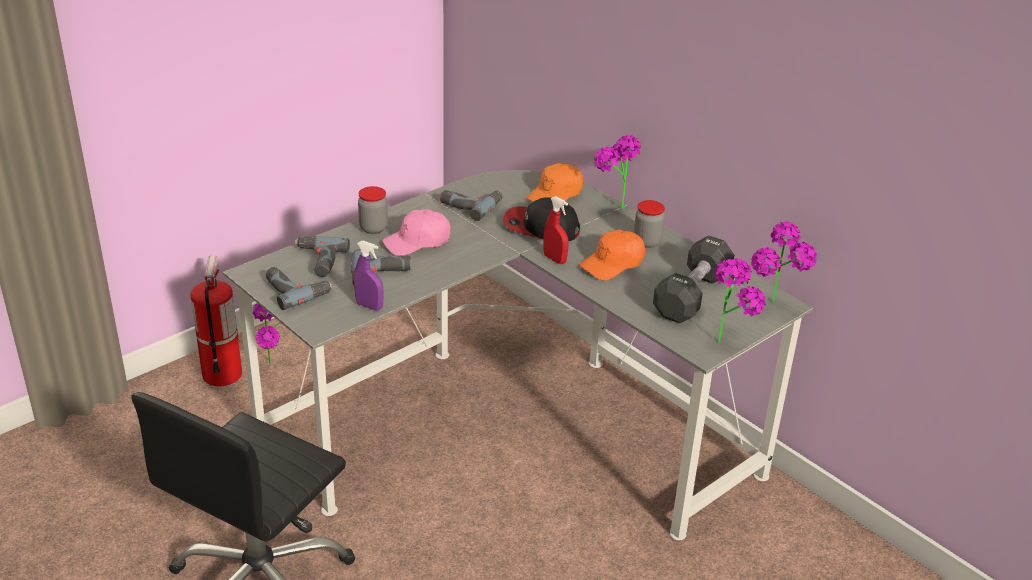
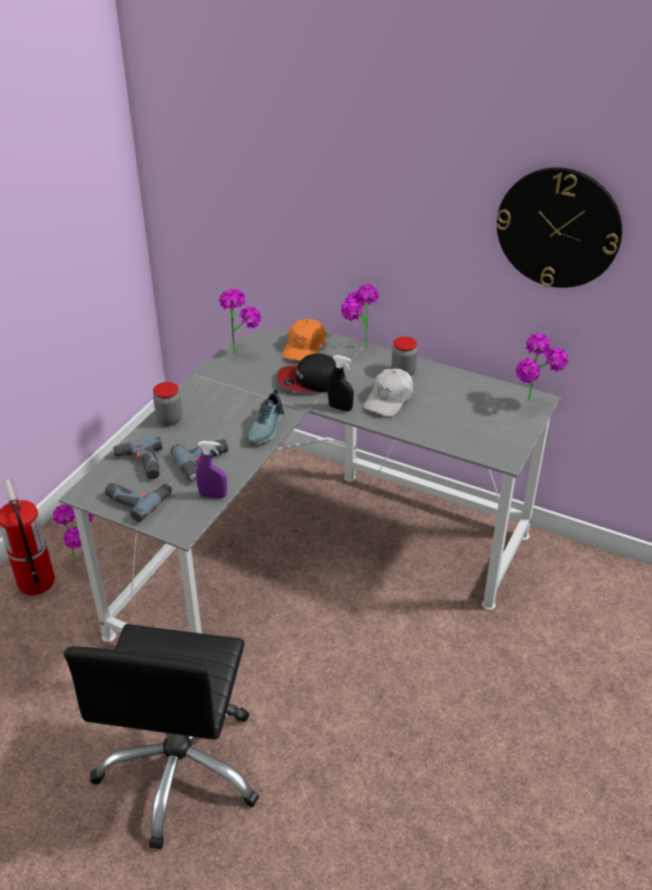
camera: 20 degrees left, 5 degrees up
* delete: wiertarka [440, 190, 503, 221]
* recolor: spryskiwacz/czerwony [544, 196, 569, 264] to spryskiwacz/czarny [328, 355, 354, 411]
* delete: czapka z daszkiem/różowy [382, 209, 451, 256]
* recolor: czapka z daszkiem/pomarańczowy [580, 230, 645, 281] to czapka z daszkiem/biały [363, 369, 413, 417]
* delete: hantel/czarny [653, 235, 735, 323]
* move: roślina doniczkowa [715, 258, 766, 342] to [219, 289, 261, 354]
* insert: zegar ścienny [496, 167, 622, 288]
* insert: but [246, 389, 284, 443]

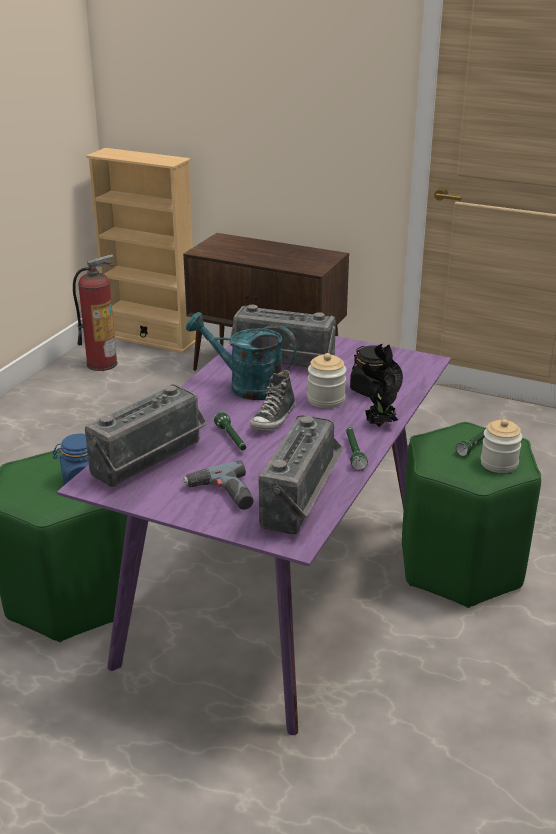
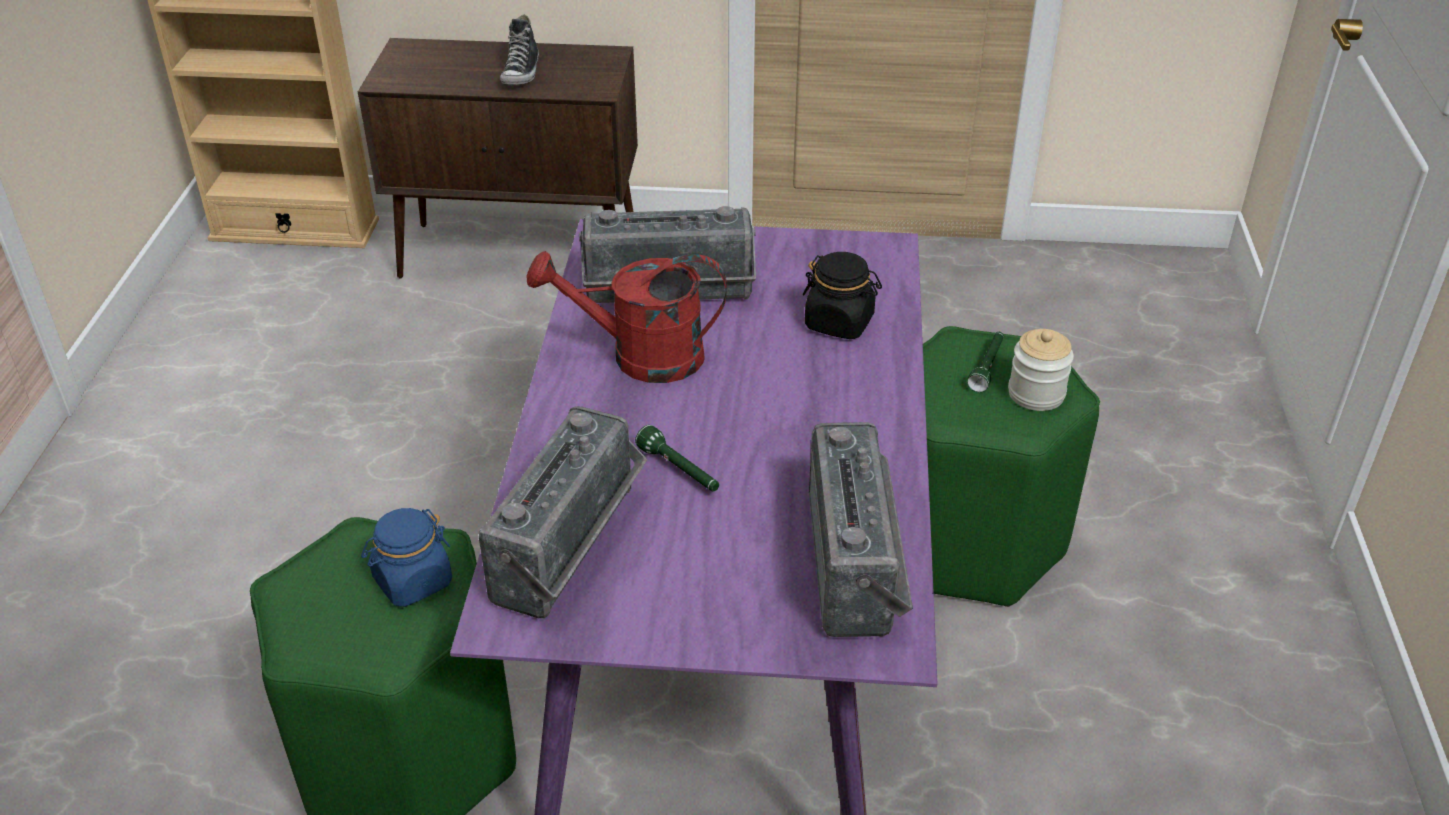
camera: 20 degrees left, 10 degrees up
* delete: gaśnica [73, 254, 117, 371]
* recolor: konewka/turkusowy [186, 312, 297, 400] to konewka/czerwony [527, 251, 727, 383]
* delete: roślina doniczkowa [362, 344, 403, 427]
* delete: słoik [307, 353, 346, 408]
* move: but [250, 370, 295, 431] to [500, 15, 539, 86]
* delete: latarka/zielony [346, 428, 368, 470]
* delete: wiertarka [183, 460, 254, 510]

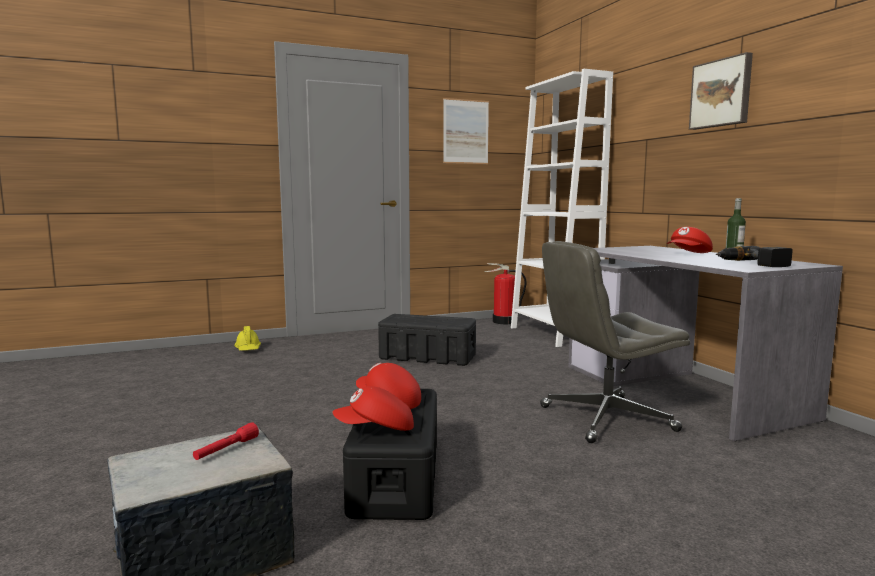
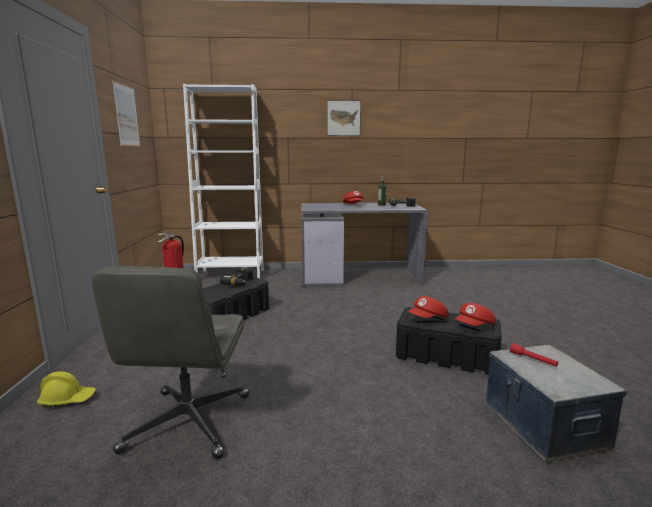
camera: 70 degrees left, 5 degrees up
* move: krzesło biurowe/szary [540, 241, 690, 443] to [92, 266, 249, 459]
* rotate: czapka z daszkiem/czerwony [333, 386, 414, 431] = [455, 303, 496, 326] 45 degrees clockwise
* insert: wiertarka [219, 268, 253, 285]

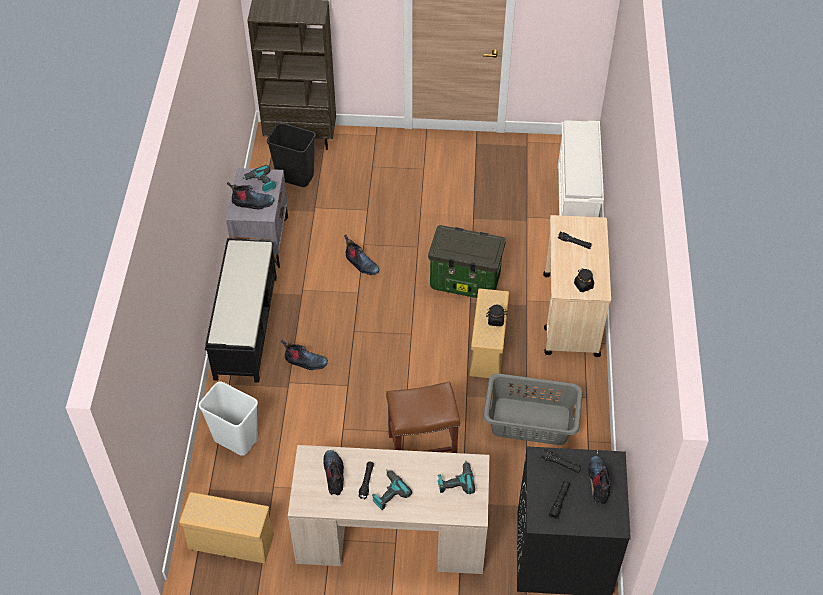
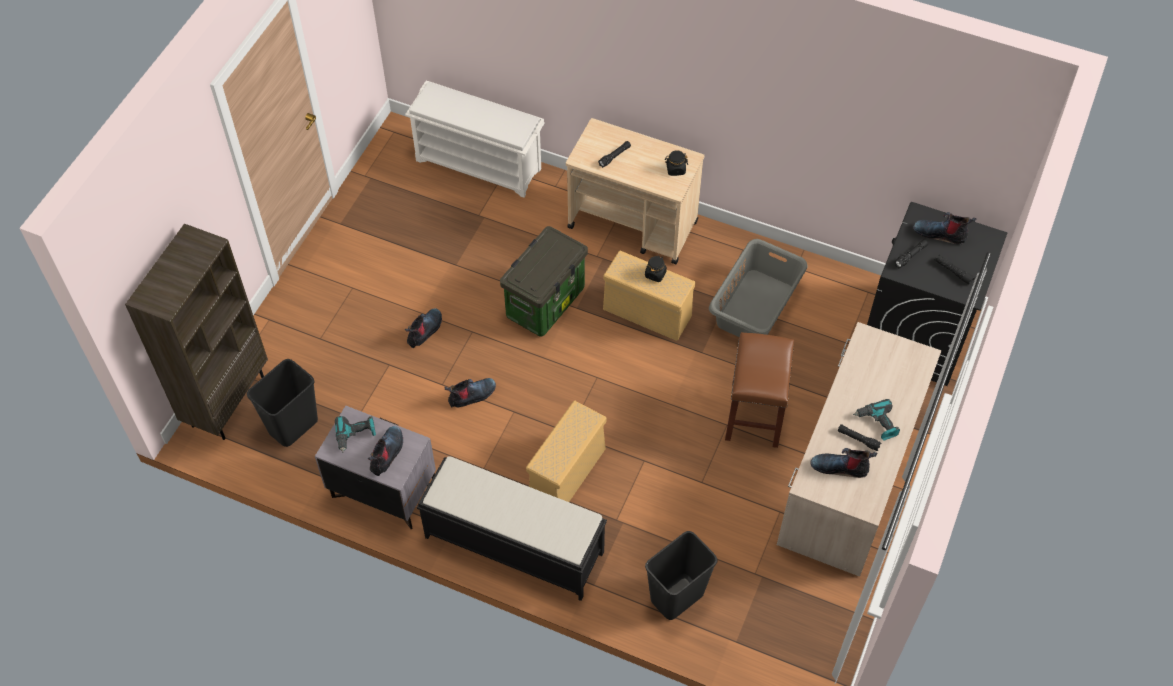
camera: 70 degrees left, 5 degrees up
* move: but z cholewką [281, 339, 328, 370] to [405, 308, 442, 348]
* recolor: kosz na śmieci/biały [199, 381, 258, 456] to kosz na śmieci/czarny [645, 531, 717, 620]
* delete: wiertarka [438, 460, 475, 494]
* move: pojemnik do przechowywania/beżowy [179, 492, 274, 563] to [526, 401, 606, 502]

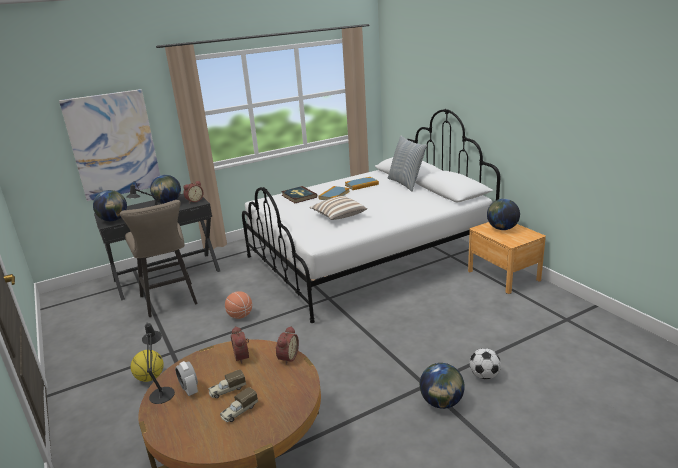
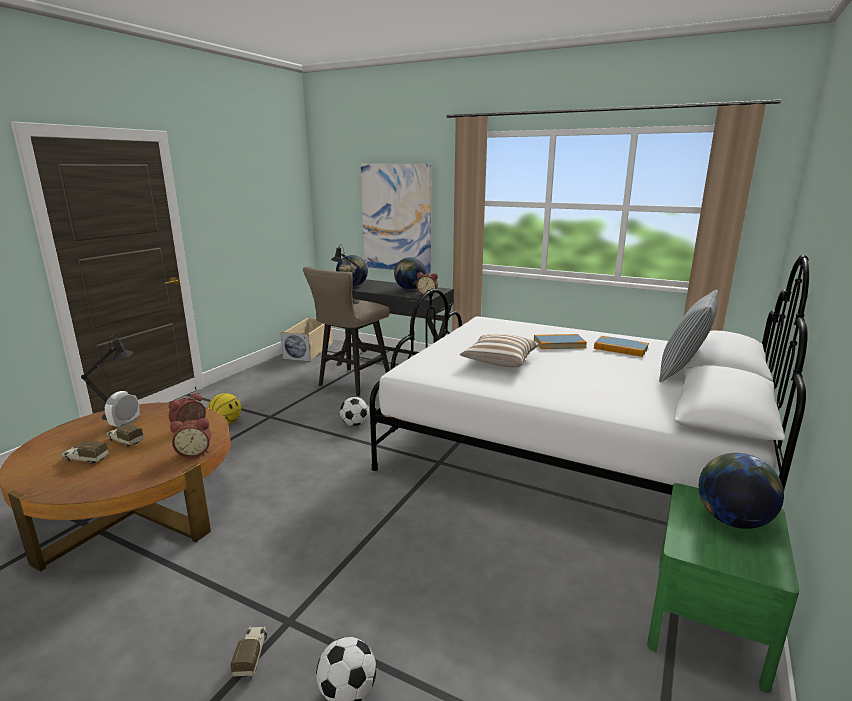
camera: 55 degrees right, 5 degrees down
* delete: książka [281, 186, 317, 203]
* recolor: szafka nocna/brązowy [468, 222, 546, 294] to szafka nocna/zielony [647, 483, 799, 693]
* replace: piłka do koszykówki [225, 291, 252, 319] to piłka futbolowa [340, 397, 369, 426]
* replace: globus [420, 363, 465, 409] to ciężarówka zabawkowa [230, 626, 267, 679]
* insert: pojemnik do przechowywania/beżowy [281, 318, 333, 361]

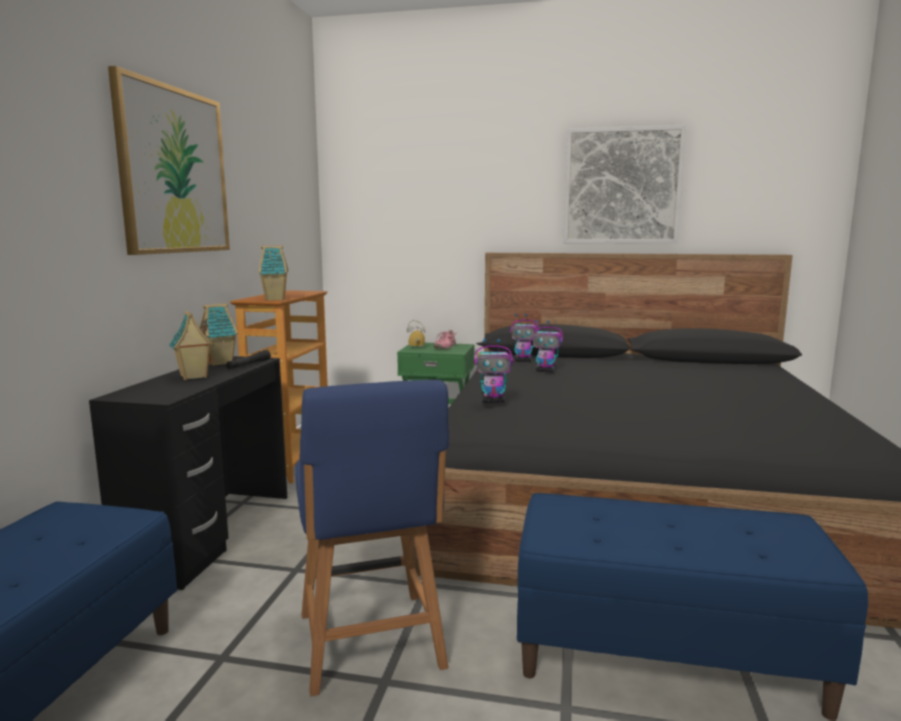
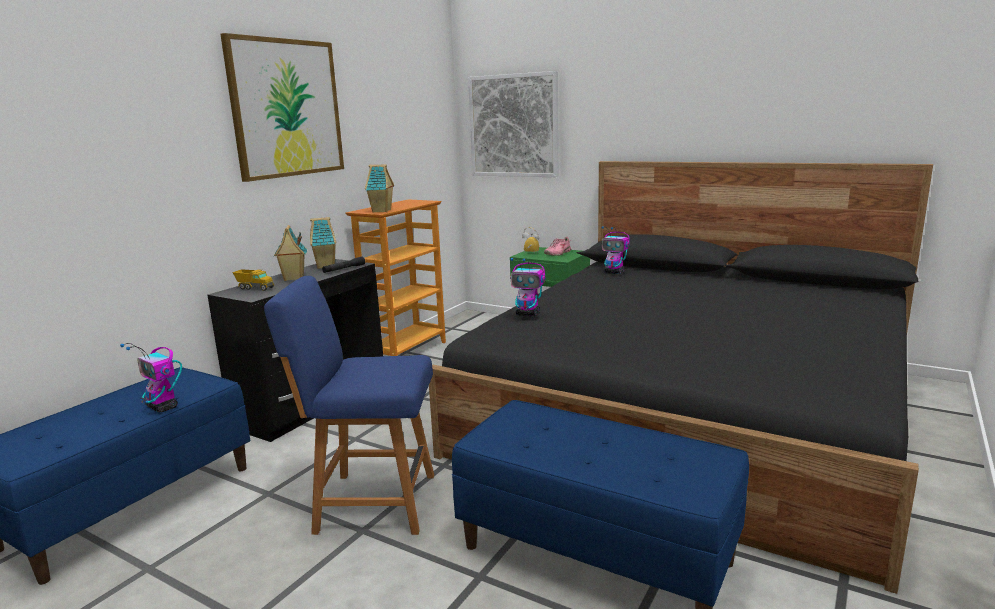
camera: 20 degrees right, 5 degrees up
* move: obraz [563, 125, 686, 244] to [468, 71, 559, 177]
* move: robot zabawkowy [532, 320, 563, 373] to [120, 343, 182, 412]
* rotate: krzesło/niebieski [295, 380, 449, 696] = [264, 276, 434, 535] 90 degrees clockwise
* insert: ciężarówka zabawkowa [233, 269, 274, 291]

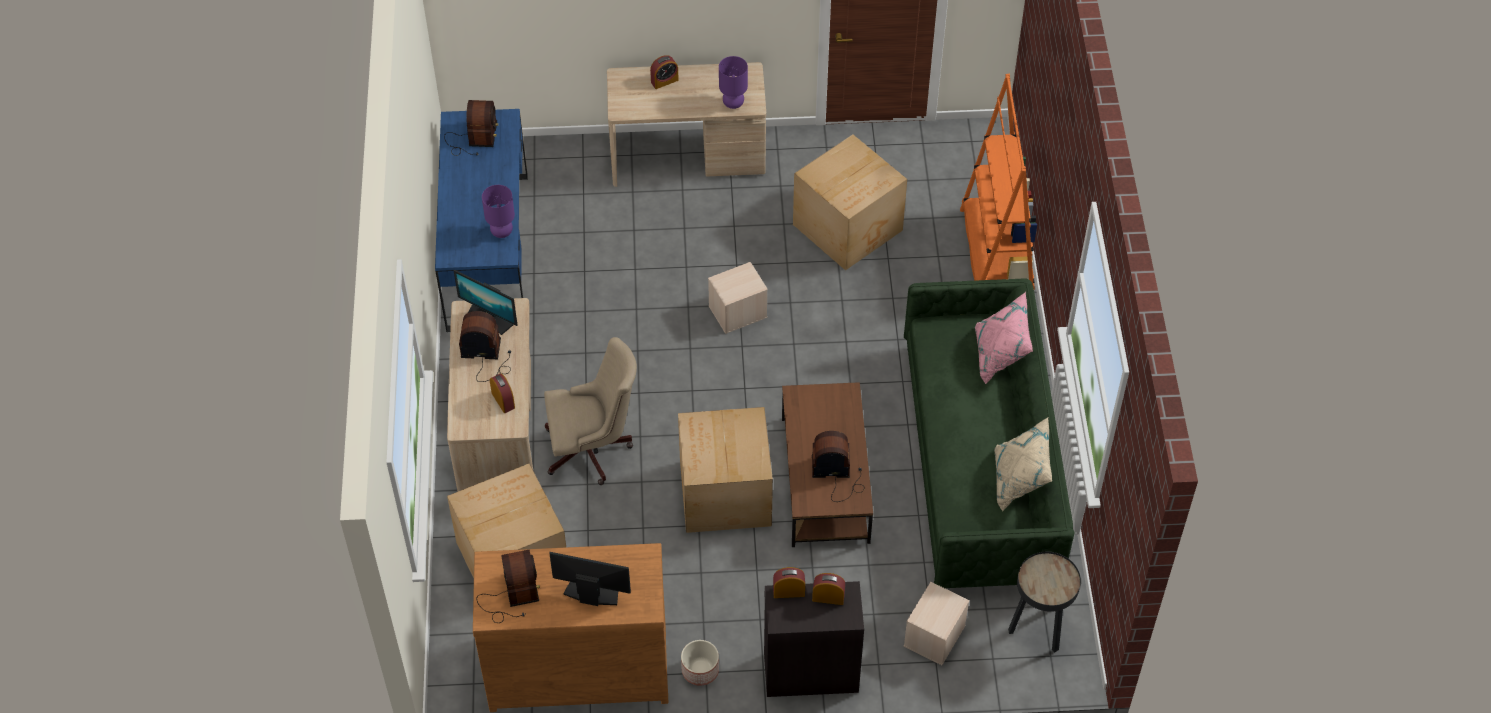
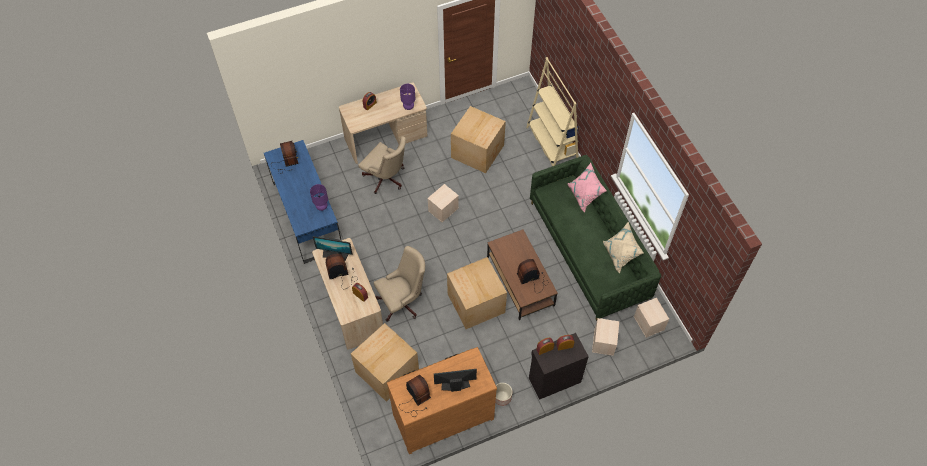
camera: 20 degrees left, 5 degrees up
* recolor: regał/pomarańczowy [960, 74, 1037, 290] to regał/beżowy [526, 57, 579, 166]
* replace: stolik/czarny [1008, 552, 1081, 653] to pojemnik do przechowywania/beżowy [634, 298, 669, 338]
* insert: krzesło biurowe/beżowy [358, 136, 406, 194]

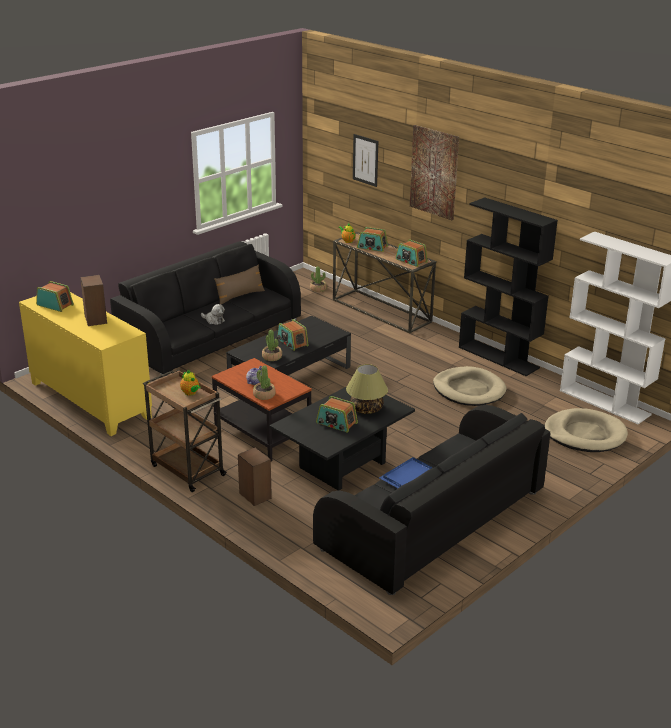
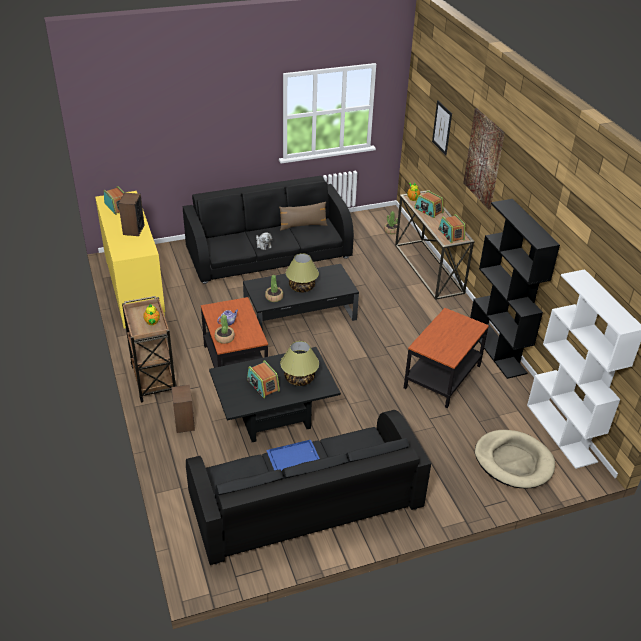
camera: 25 degrees right, 10 degrees up
* replace: radio [277, 319, 309, 351] to lampa stołowa [286, 253, 319, 293]
* replace: legowisko/beżowy [433, 366, 507, 406] to stolik [404, 308, 489, 408]

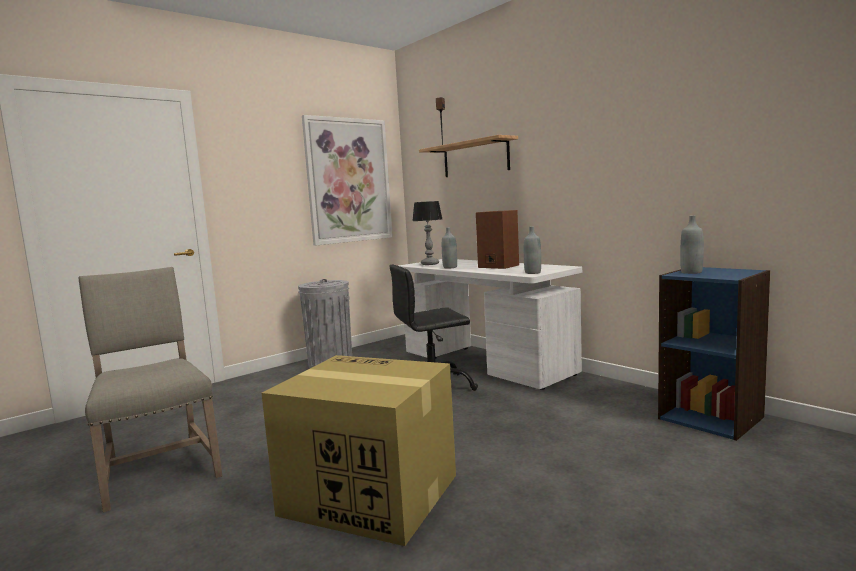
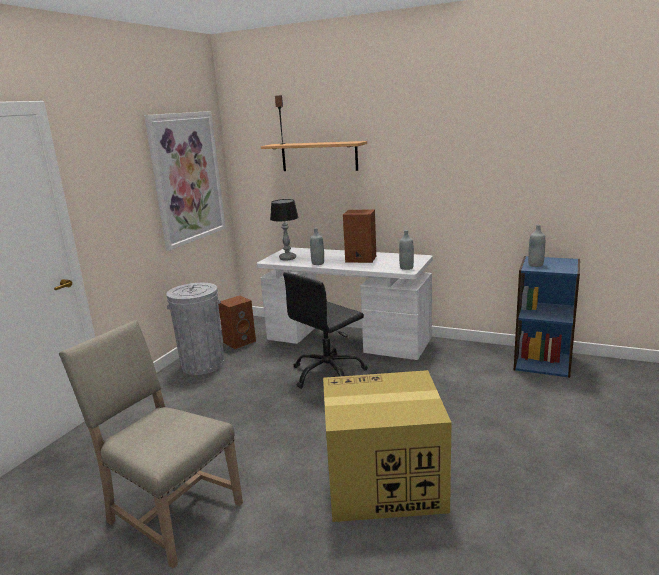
camera: 25 degrees left, 10 degrees up
* insert: głośnik/brązowy [218, 295, 256, 349]

